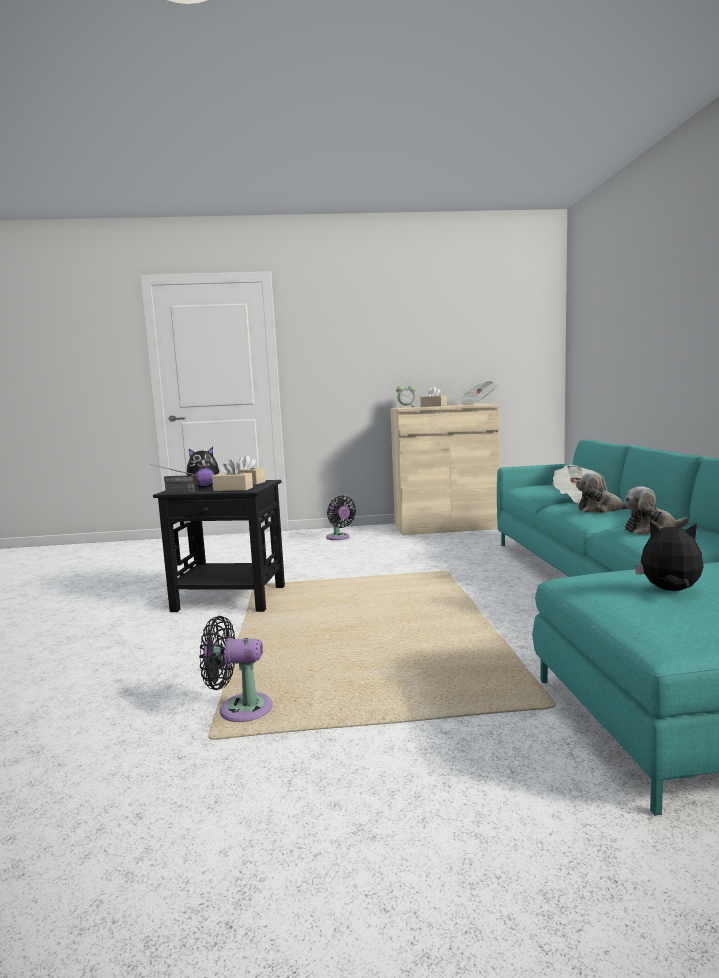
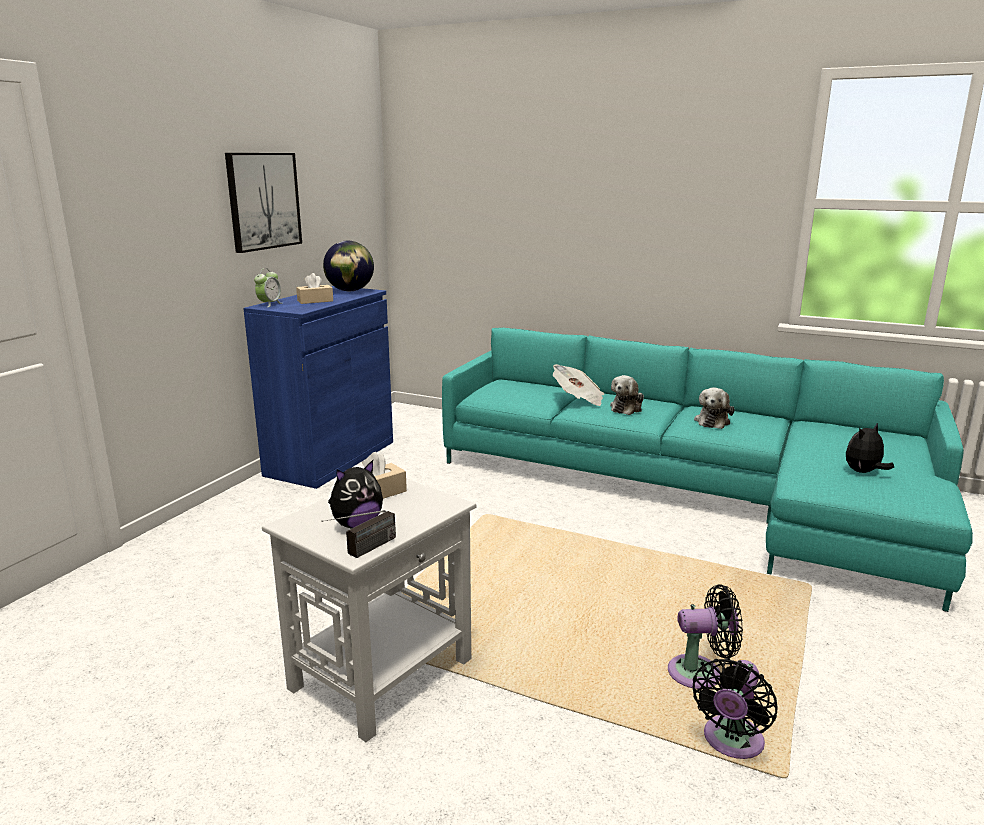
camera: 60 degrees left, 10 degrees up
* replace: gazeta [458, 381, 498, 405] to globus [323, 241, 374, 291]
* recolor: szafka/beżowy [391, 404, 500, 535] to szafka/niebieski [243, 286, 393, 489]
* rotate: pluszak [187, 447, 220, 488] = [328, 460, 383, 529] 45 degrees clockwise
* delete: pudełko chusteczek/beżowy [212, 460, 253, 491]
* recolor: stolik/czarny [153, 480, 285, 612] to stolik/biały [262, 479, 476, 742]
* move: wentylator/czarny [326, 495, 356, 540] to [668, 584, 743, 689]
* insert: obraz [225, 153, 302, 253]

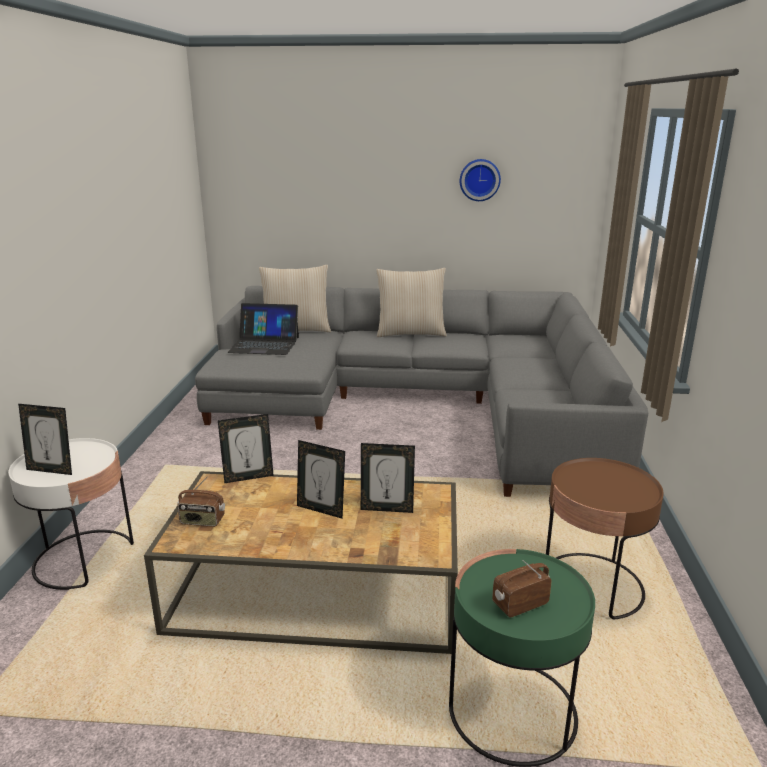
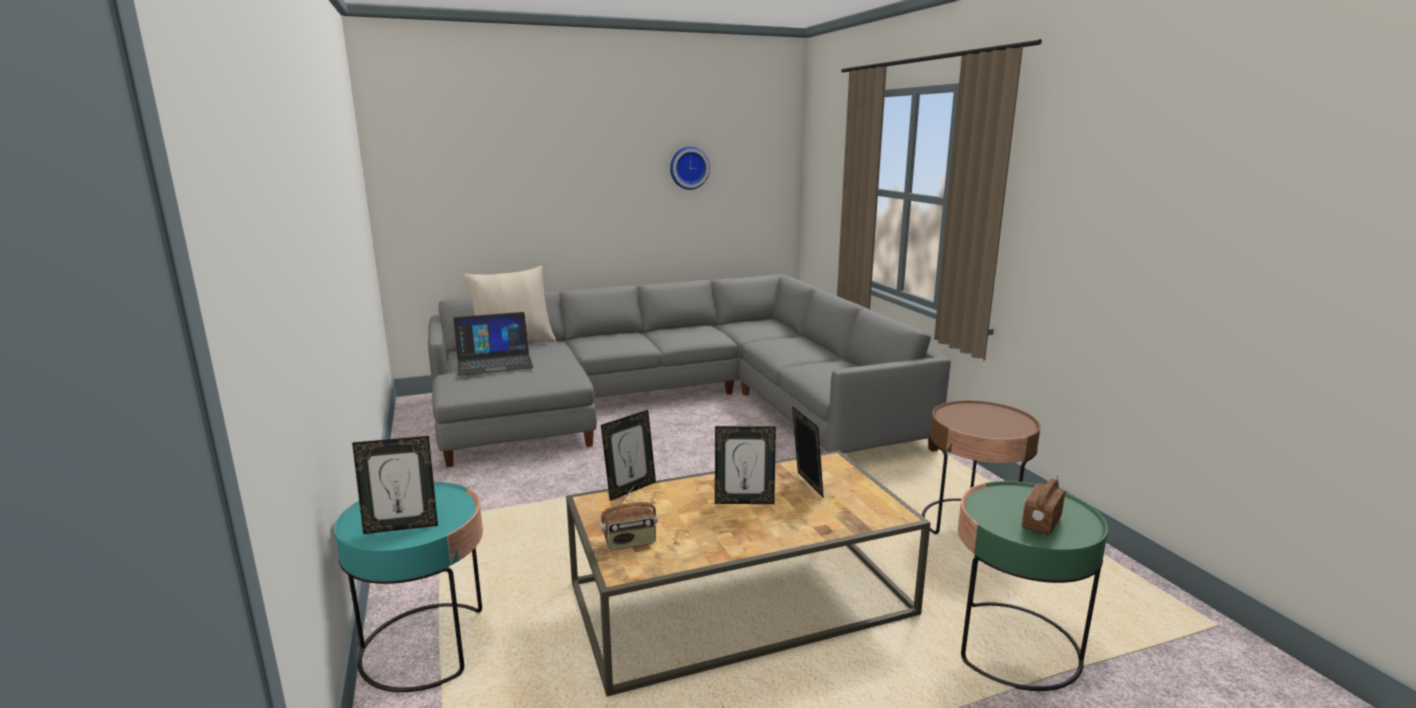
camera: 25 degrees left, 5 degrees down
* delete: poduszka/beżowy [376, 268, 447, 337]
* recolor: stolik/biały [8, 438, 134, 590] to stolik/turkusowy [334, 482, 483, 692]
* rotate: ramka na zdjęcie [361, 443, 415, 513] = [792, 406, 824, 498] 90 degrees counterclockwise

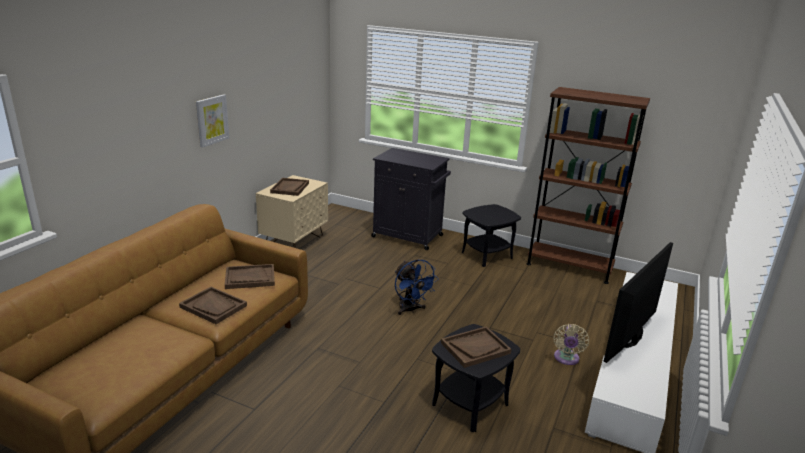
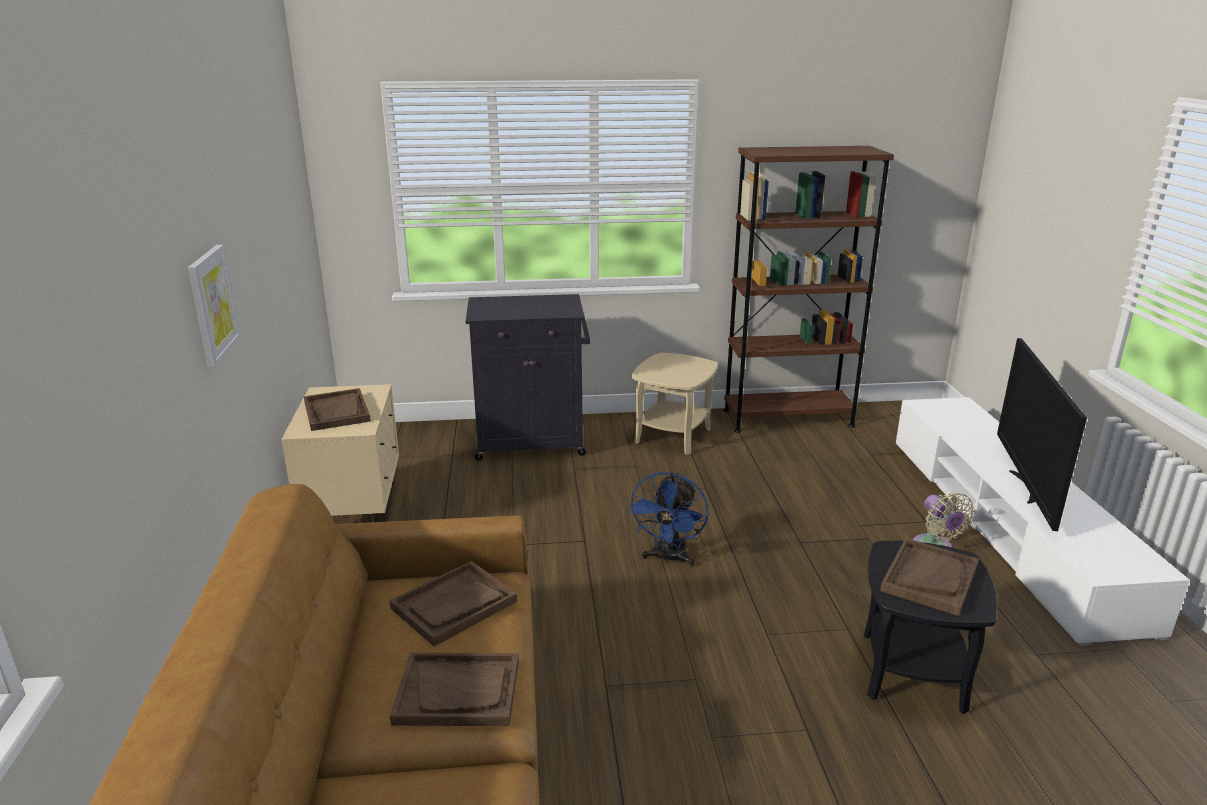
camera: 30 degrees left, 0 degrees up
* recolor: stolik/czarny [462, 204, 521, 267] to stolik/beżowy [632, 353, 718, 455]
* rotate: wentylator/niebieski [395, 259, 439, 315] = [627, 472, 709, 567] 75 degrees clockwise

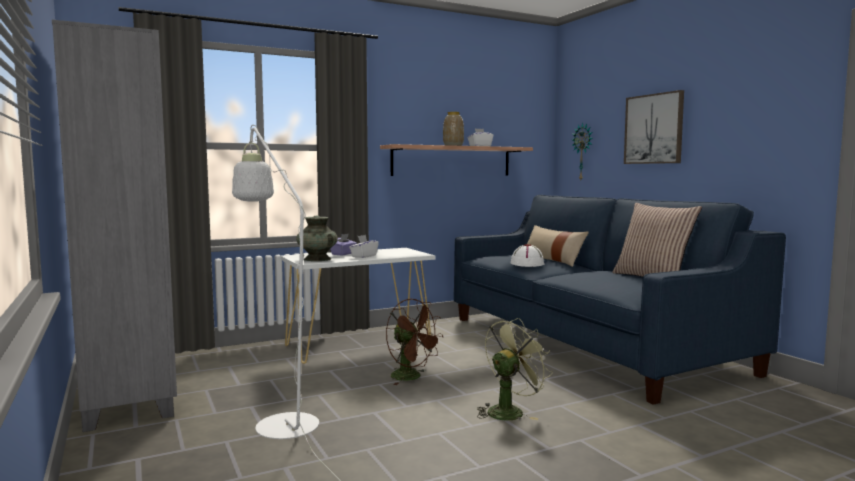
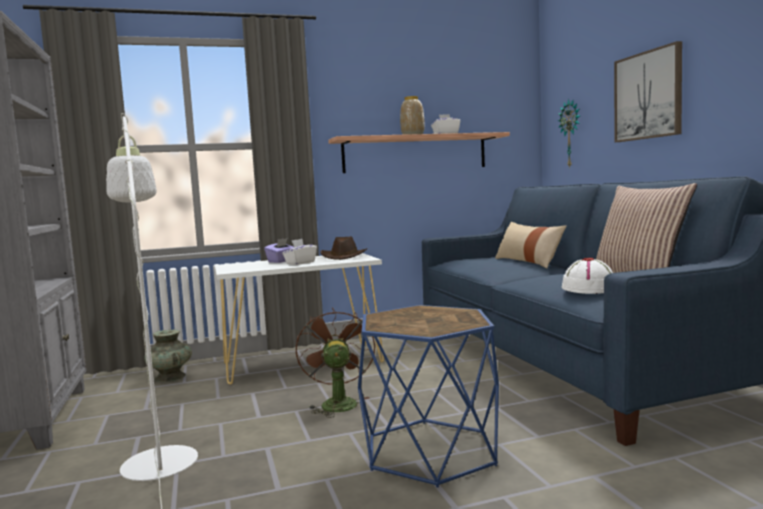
camera: 10 degrees right, 0 degrees up
* move: wazon/turkusowy [296, 216, 338, 261] to [144, 330, 192, 382]
* move: kapelusz/biały [510, 244, 545, 267] to [562, 258, 613, 294]
* rotate: wentylator/brązowy [386, 299, 443, 385] = [296, 308, 375, 418] 150 degrees counterclockwise
* replace: wentylator/zielony [477, 318, 553, 420] to stolik/niebieski [358, 305, 499, 487]
* insert: kapelusz/brązowy [321, 236, 367, 260]

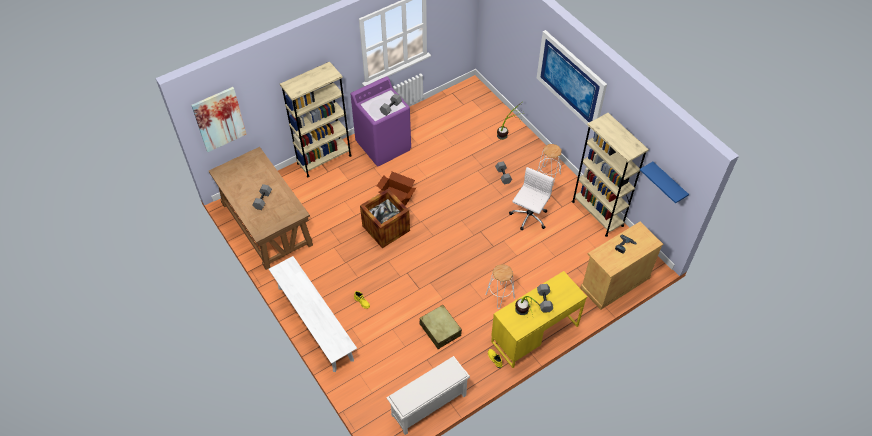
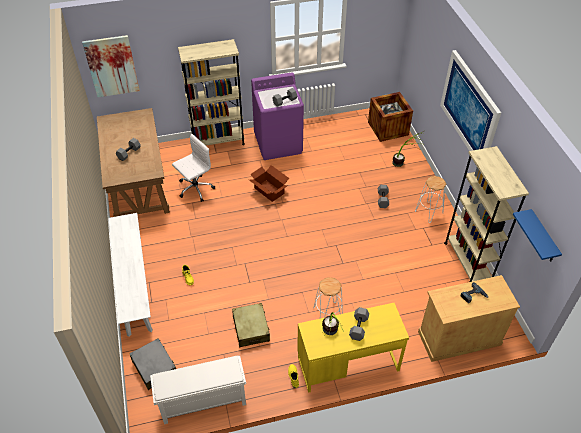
camera: 20 degrees right, 5 degrees down
* move: krzesło biurowe/biały [509, 167, 554, 230] to [172, 134, 215, 202]
* move: skrzynka [360, 189, 410, 248] to [368, 92, 413, 142]
* insert: walizka/szary [129, 338, 176, 390]

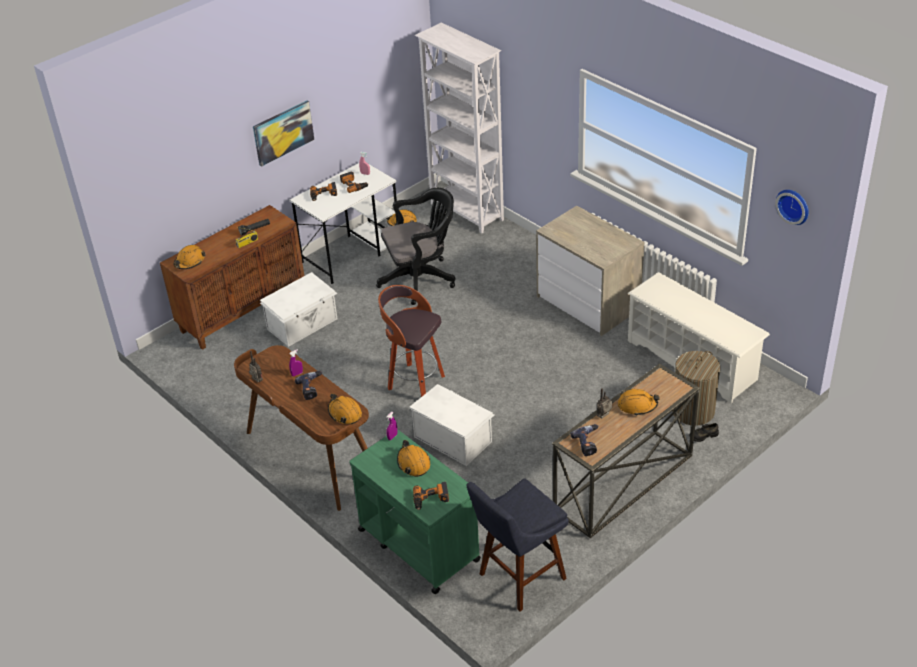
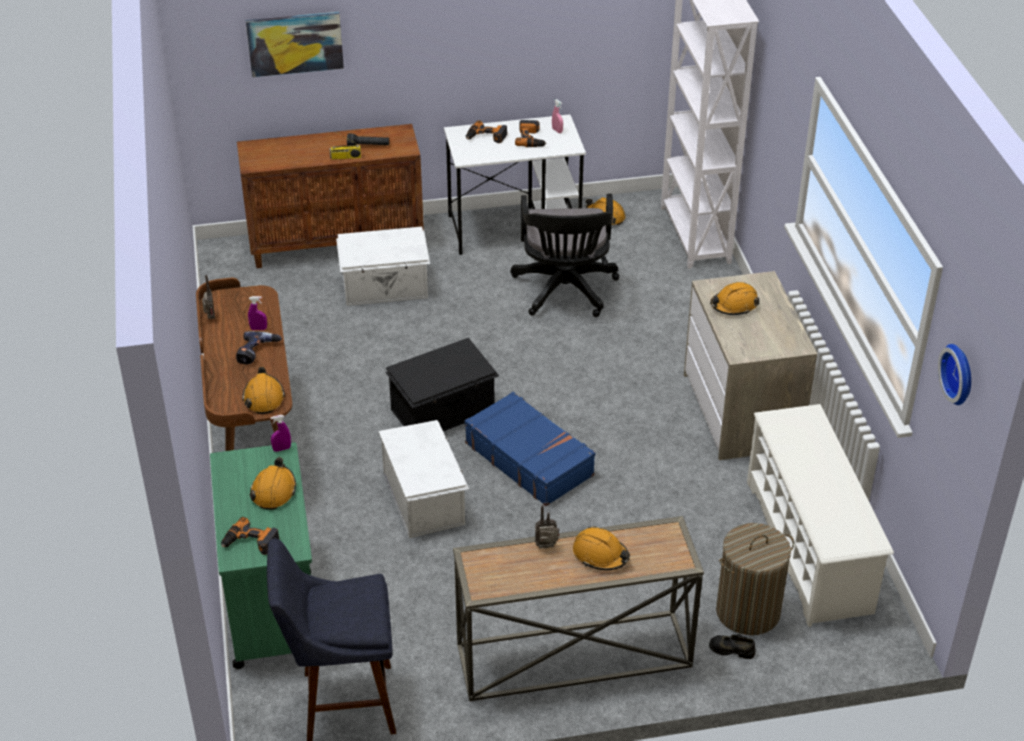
camera: 30 degrees right, 0 degrees up
* move: obraz [253, 100, 314, 167] to [246, 12, 344, 77]
* rotate: krzesło biurowe/czarny [376, 188, 455, 305] = [510, 194, 619, 317] 75 degrees clockwise
* move: kask/pomarańczowy [174, 245, 206, 269] to [710, 282, 759, 315]
* replace: stołek [378, 285, 445, 397] to pojemnik do przechowywania/czarny [385, 338, 499, 431]
* delete: wiertarka [570, 424, 599, 456]
* insert: walizka/niebieski [465, 392, 595, 506]

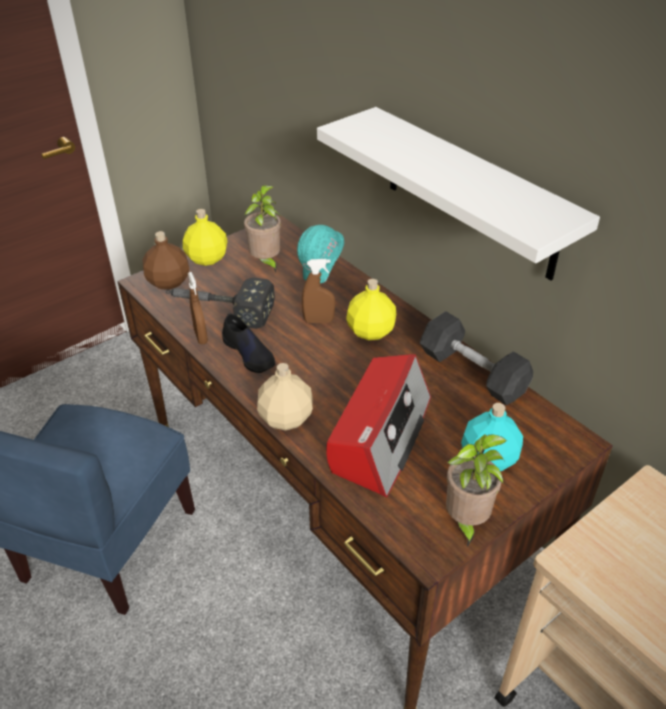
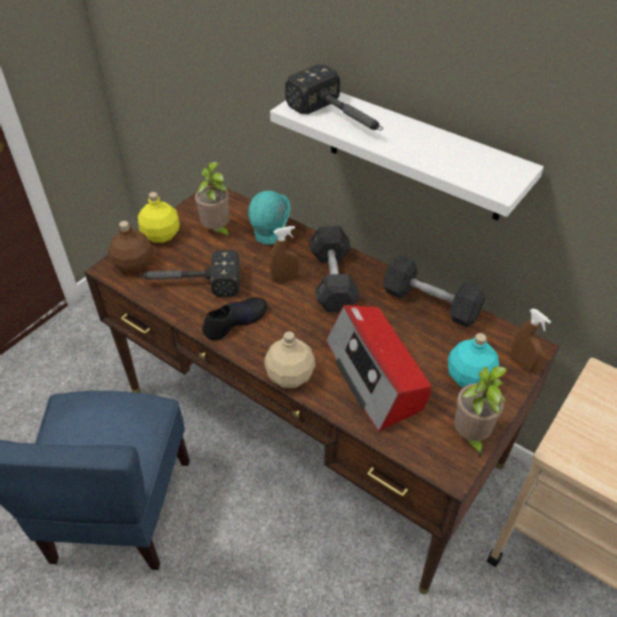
camera: 15 degrees left, 5 degrees up
* move: spryskiwacz/brązowy [188, 272, 208, 344] to [510, 309, 551, 372]
* replace: butelka/żółty [346, 279, 396, 340] to hantel/szary [309, 226, 360, 312]
* rotate: but/czarny [222, 314, 275, 373] = [202, 297, 267, 341] 75 degrees counterclockwise
* rotate: radio [326, 354, 431, 497] = [326, 305, 431, 432] 150 degrees clockwise
* insert: młotek [285, 65, 383, 130]

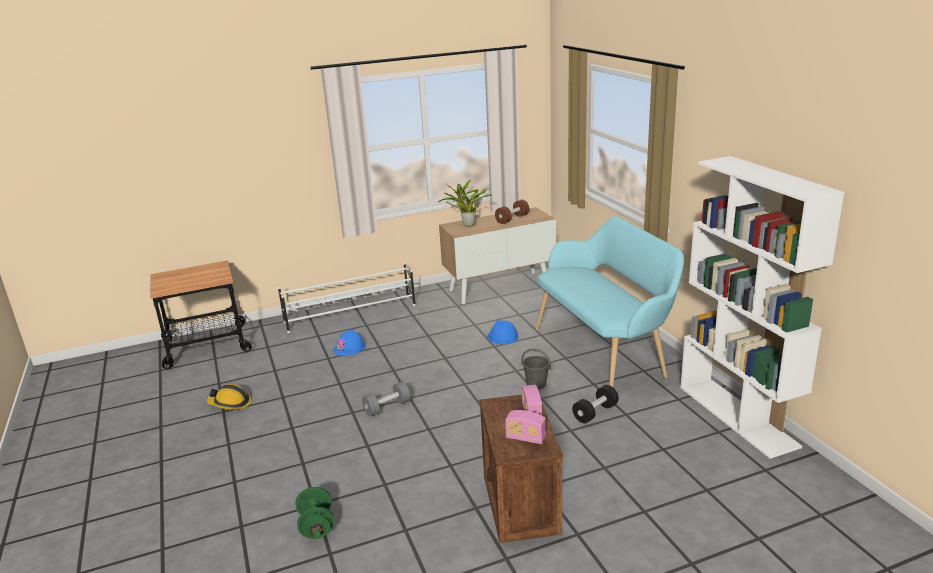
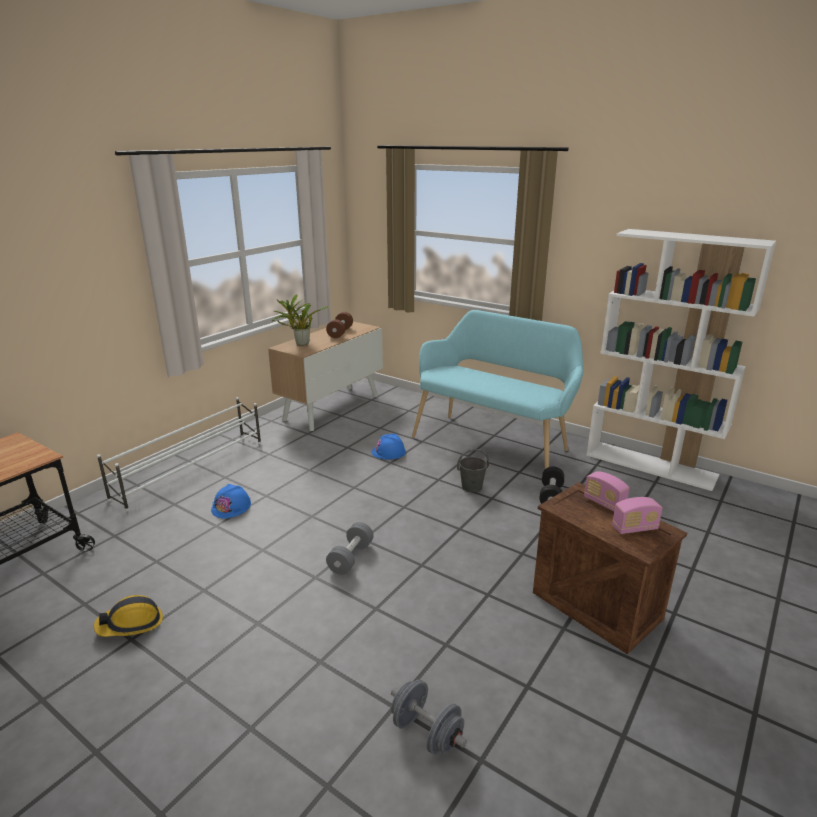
camera: 35 degrees left, 0 degrees up
* recolor: hantel/zielony [295, 487, 335, 539] to hantel/szary [391, 680, 467, 755]

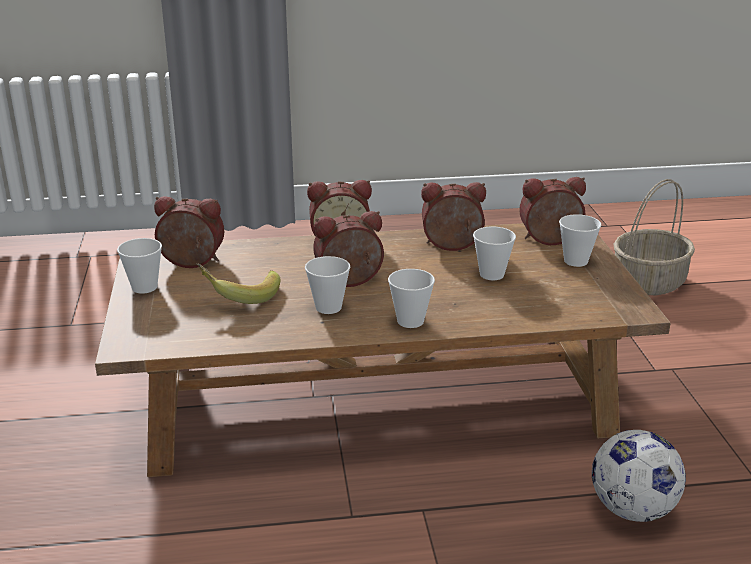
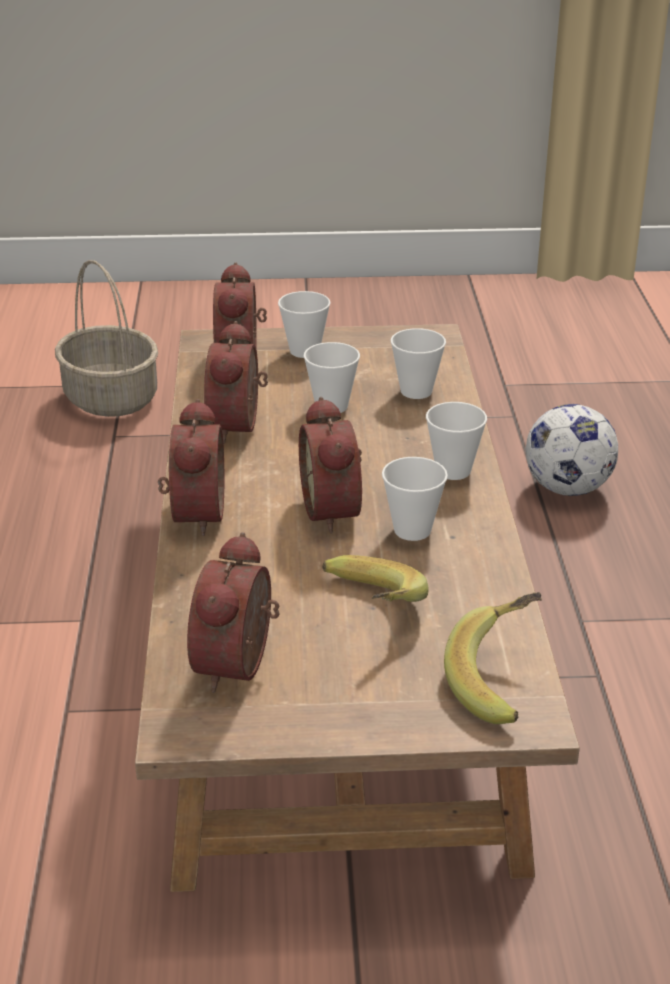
camera: 85 degrees left, 5 degrees up
* move: filiżanka [117, 238, 162, 294] to [391, 328, 446, 399]
* insert: banan [444, 592, 542, 724]

